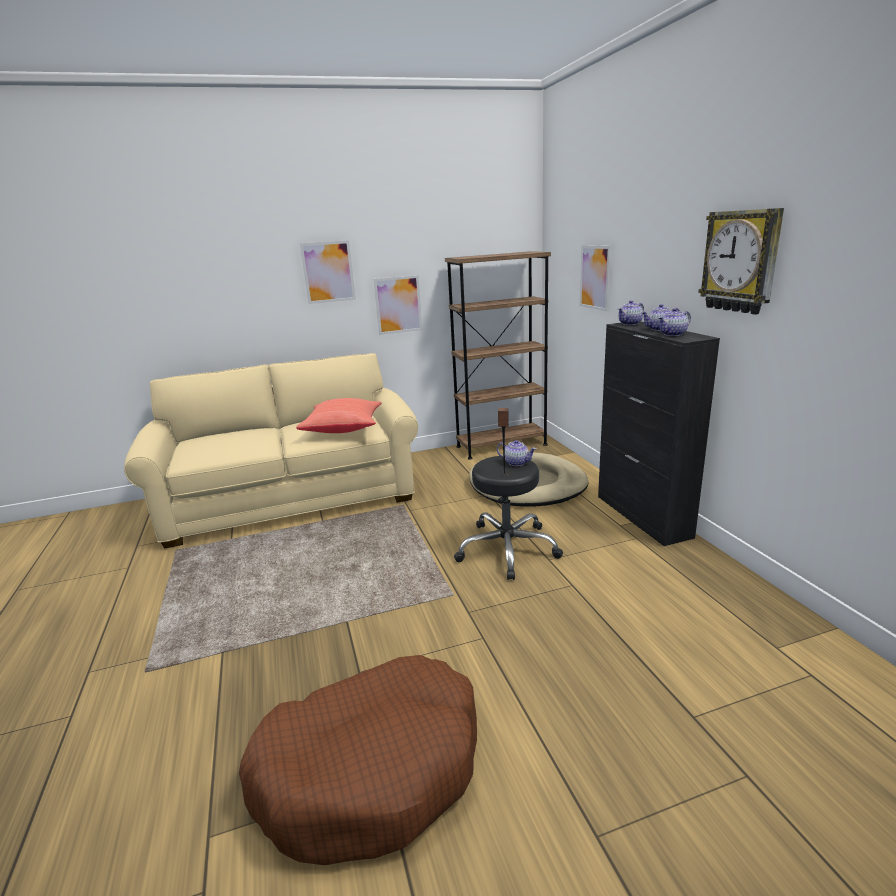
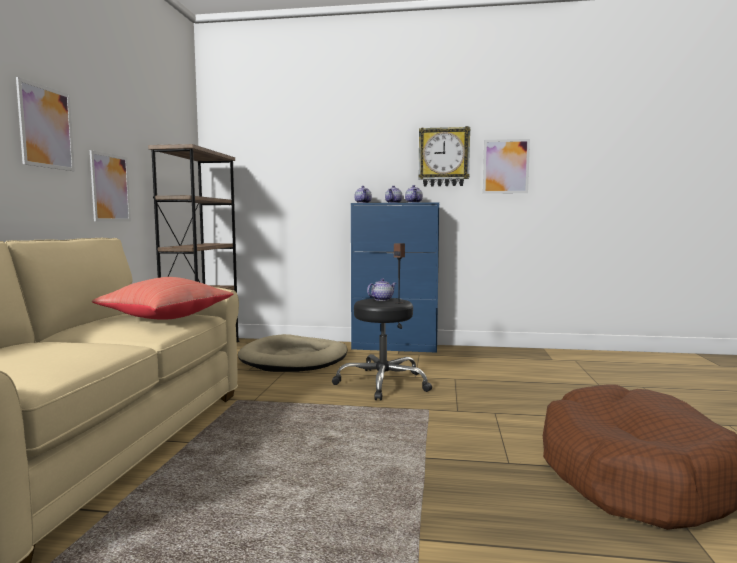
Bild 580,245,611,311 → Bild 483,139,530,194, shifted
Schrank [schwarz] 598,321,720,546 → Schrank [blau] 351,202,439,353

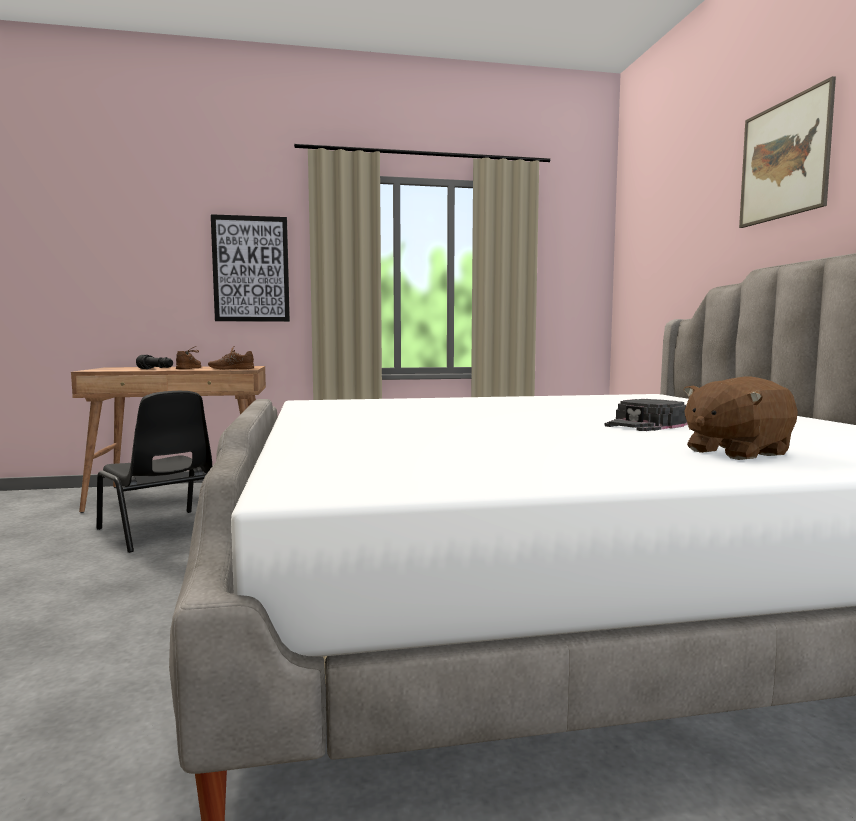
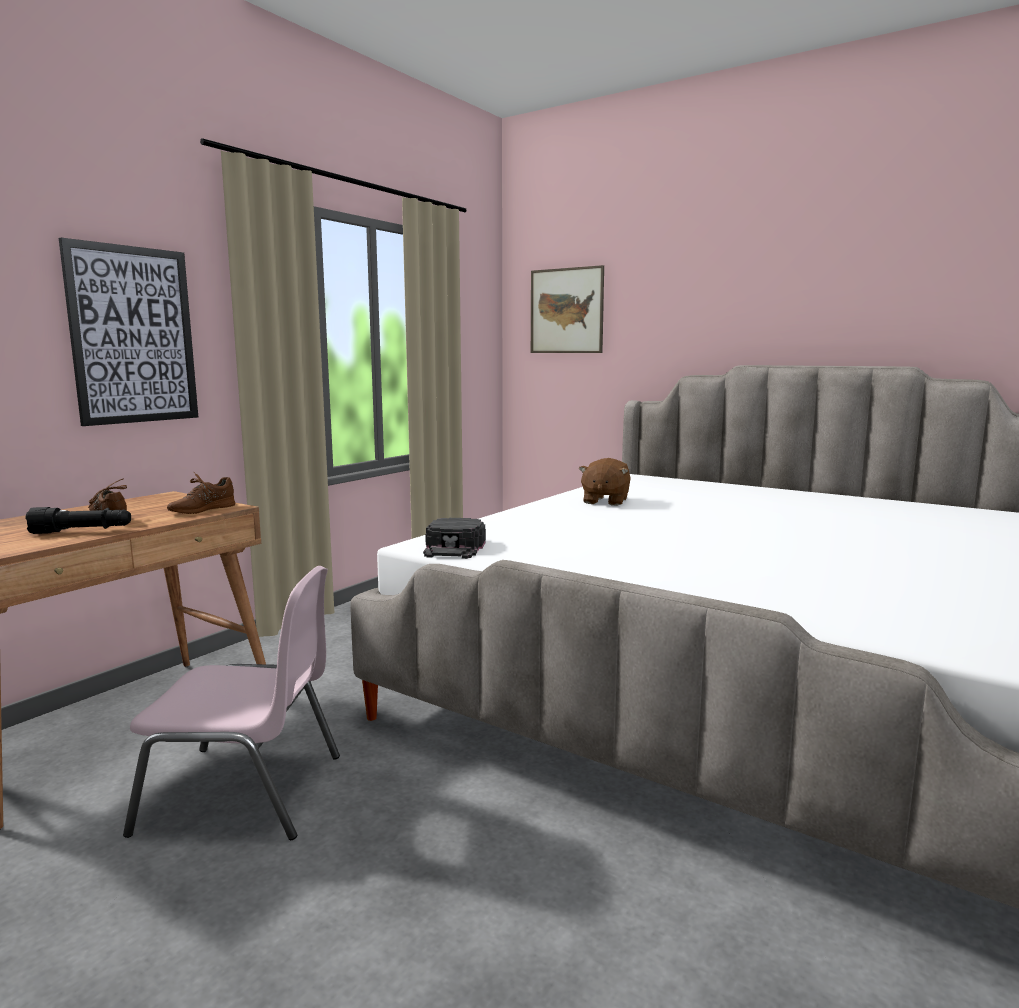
Stuhl [schwarz] 96,391,212,553 → Stuhl [rosa] 123,566,340,840
Kappe [schwarz] 605,399,688,431 → Kappe [schwarz] 423,518,486,559, shifted
Plüschtier [braun] 684,376,798,460 → Plüschtier [braun] 579,458,631,506, shifted
Bild 739,76,836,228 → Bild 531,265,604,353, shifted

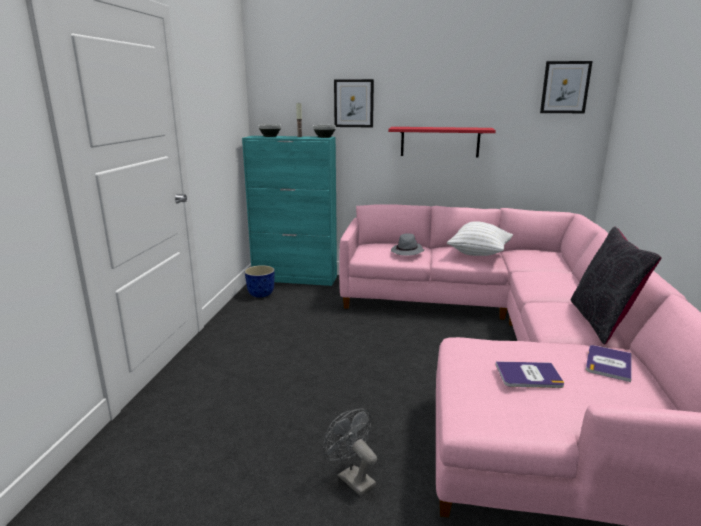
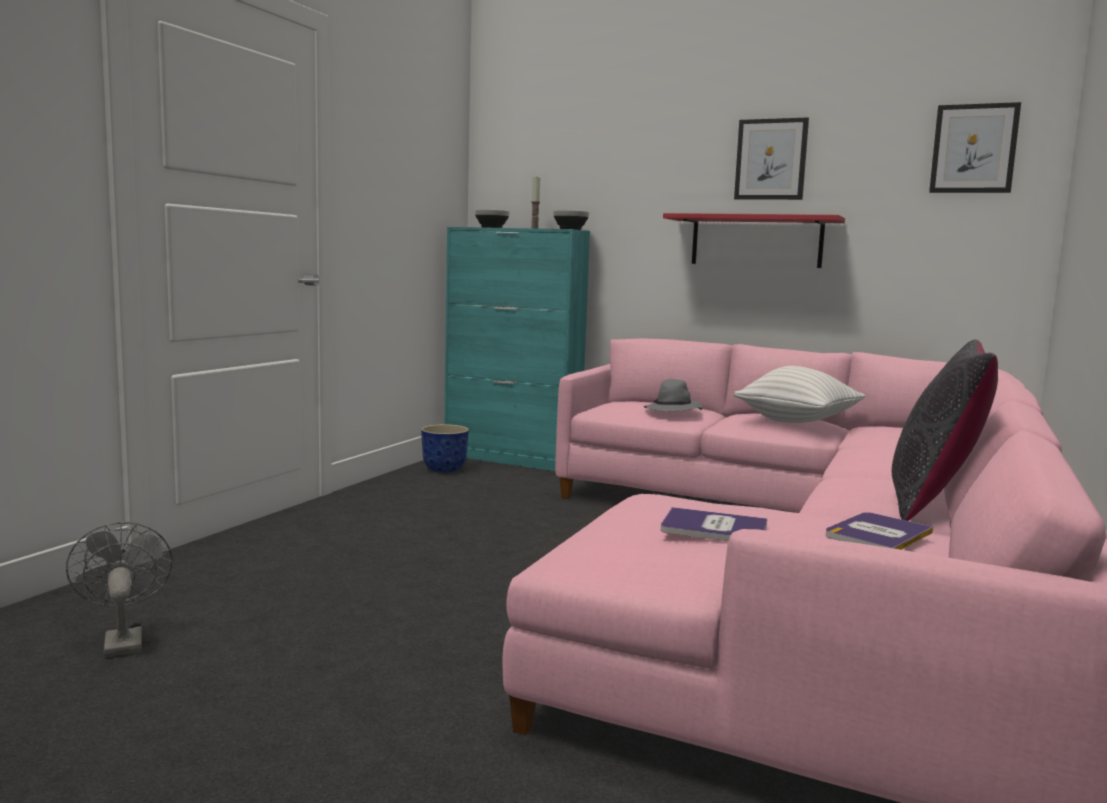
Ventilator [grau] 323,408,377,496 → Ventilator [grau] 66,522,173,657, shifted
Bild 334,79,374,127 → Bild 734,117,809,200, shifted

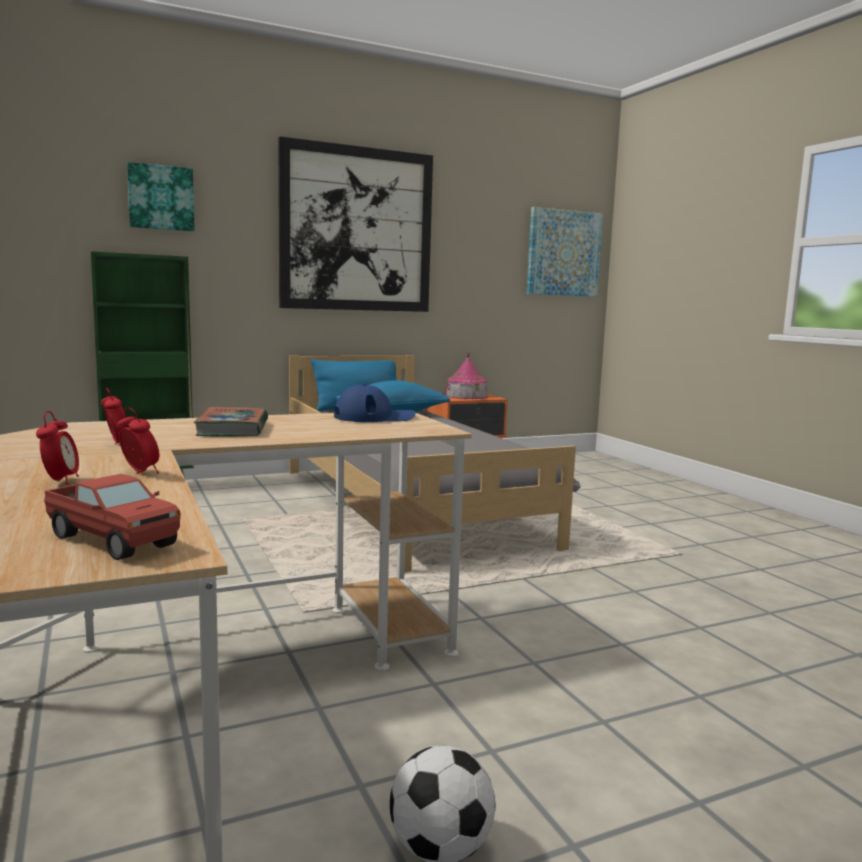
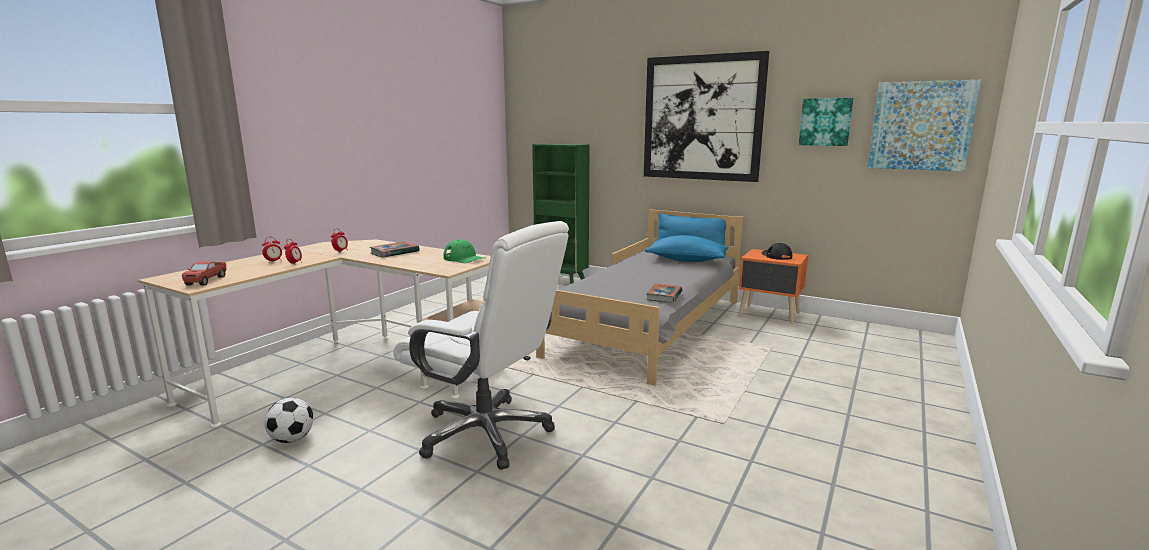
Bild 127,162,194,231 → Bild 799,98,854,146, shifted
Kappe [blau] 334,384,416,422 → Kappe [grün] 443,239,485,263
Spielzeughaus 442,353,488,399 → Kappe [schwarz] 761,243,792,260
- → Bürostuhl [weiß] 393,221,569,470
- → Buch 646,283,682,303

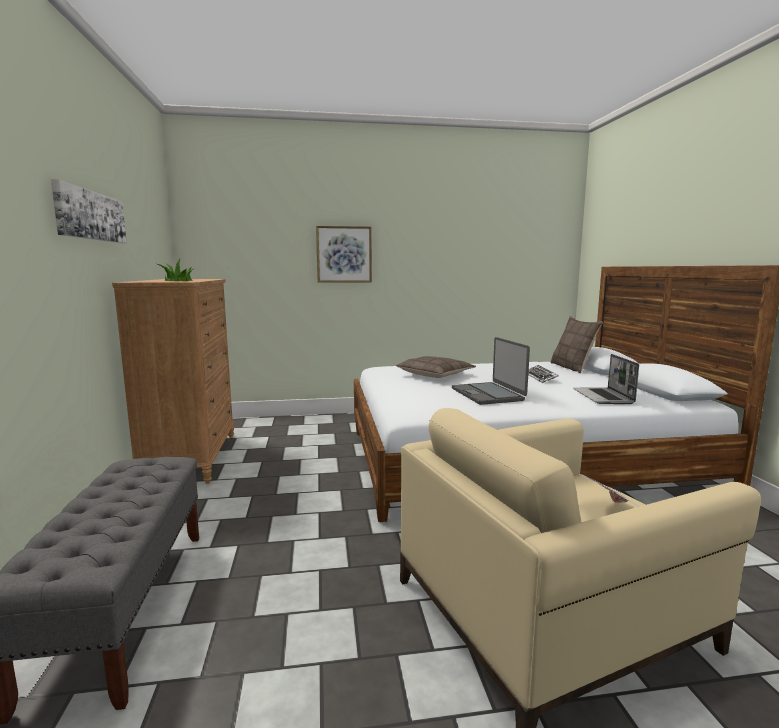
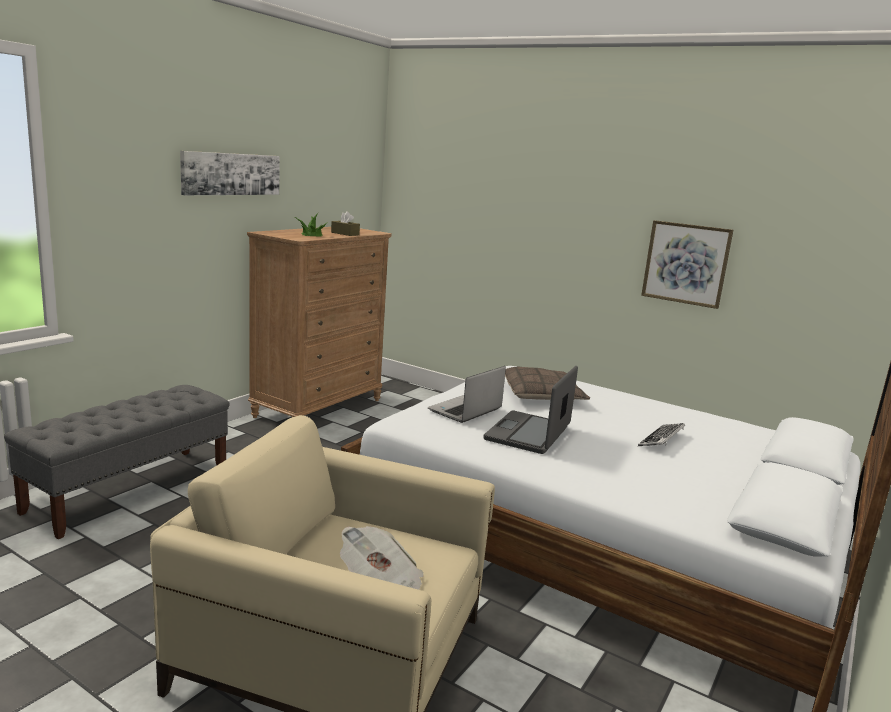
Bild 316,226,372,283 → Bild 641,220,733,309, shifted
Kissen 551,316,603,374 → -
Laptop 573,354,639,404 → Laptop 428,366,506,423, shifted
- → Taschentuchbox [braun] 331,211,360,236

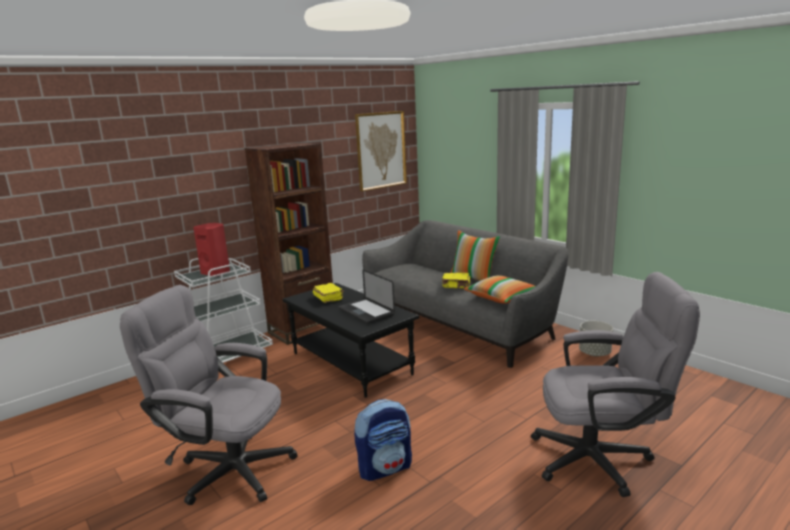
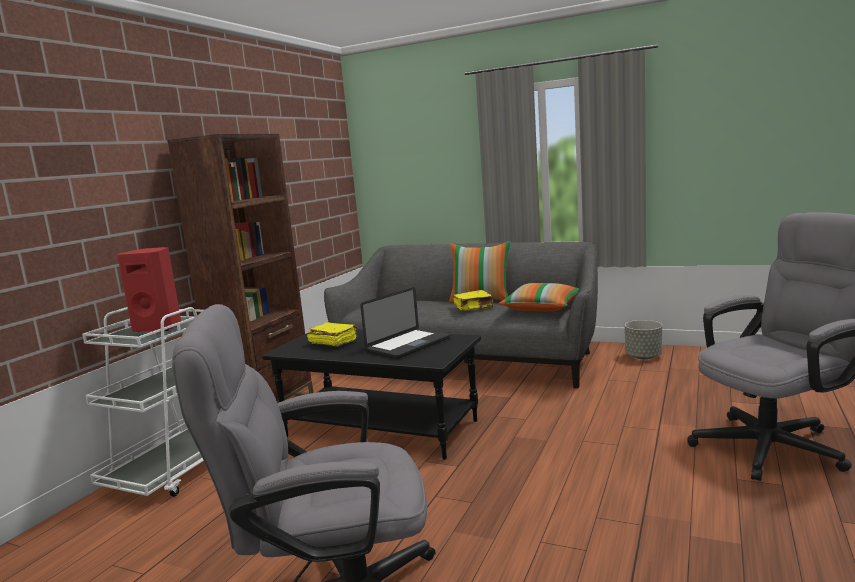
Laptop 339,269,395,324 → Laptop 360,287,450,359, 75 degrees counterclockwise
Rucksack 354,399,412,481 → -
Bild 355,111,407,191 → -

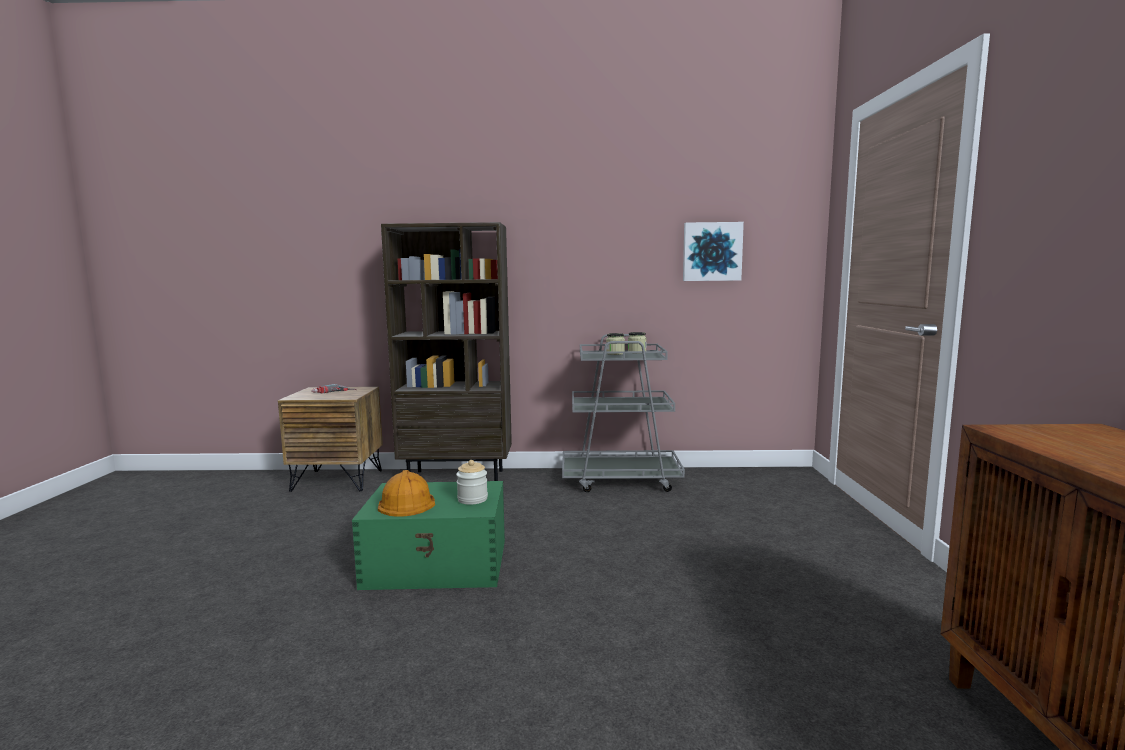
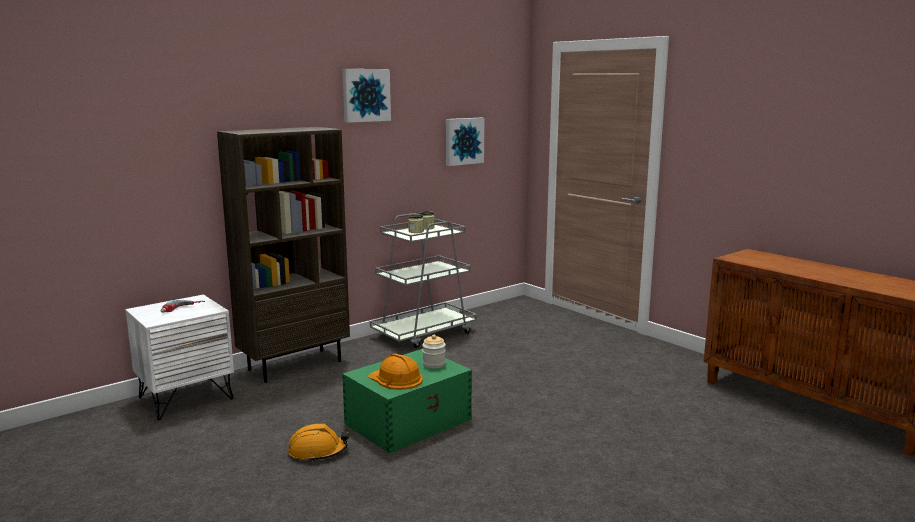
Nachttisch [braun] 278,387,383,492 → Nachttisch [weiß] 125,295,234,420
- → Schutzhelm [orange] 288,424,349,462
- → Bild 342,69,391,123

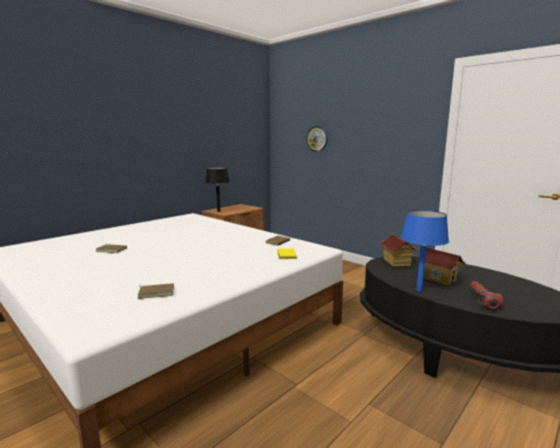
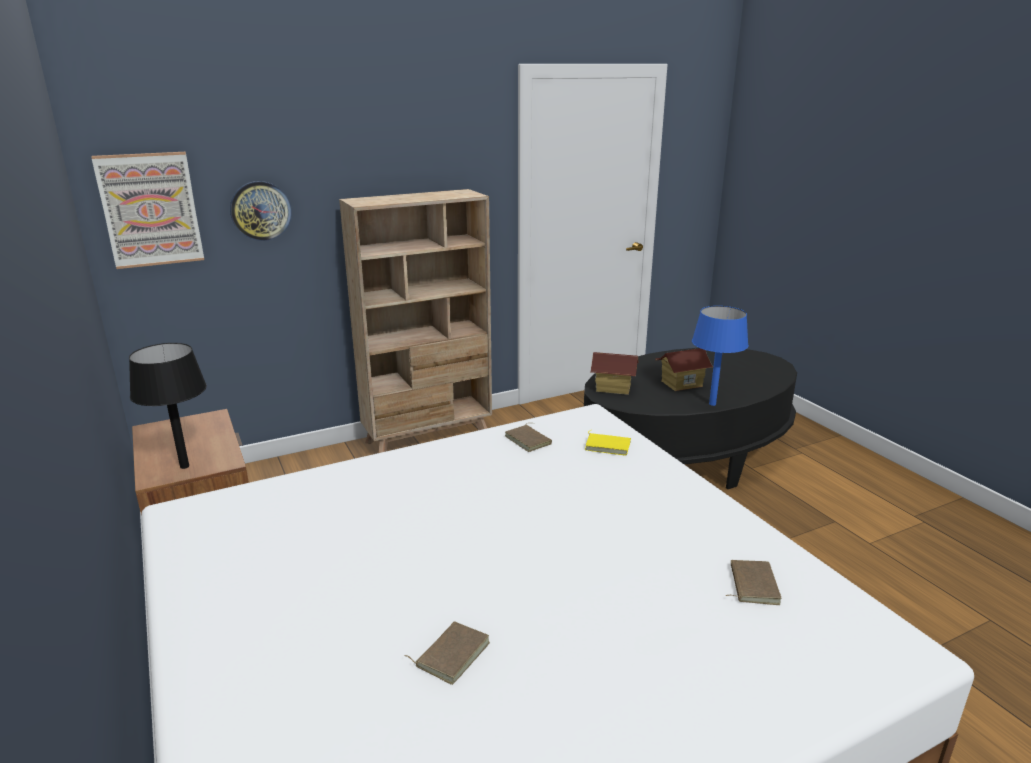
Taschenlampe 469,281,503,309 → -
- → Bild 91,152,204,269
- → Bücherregal [beige] 339,189,492,453

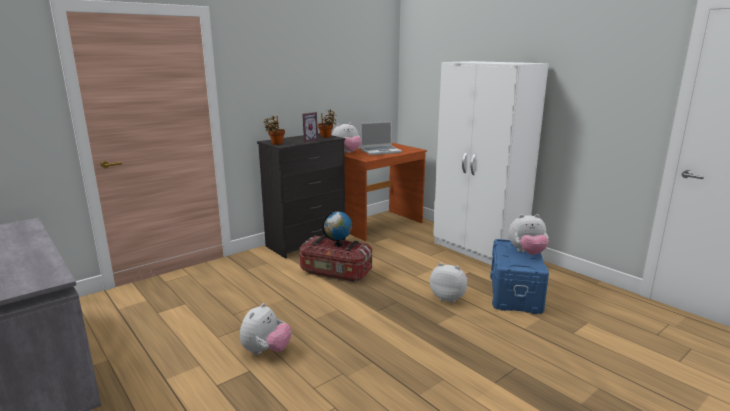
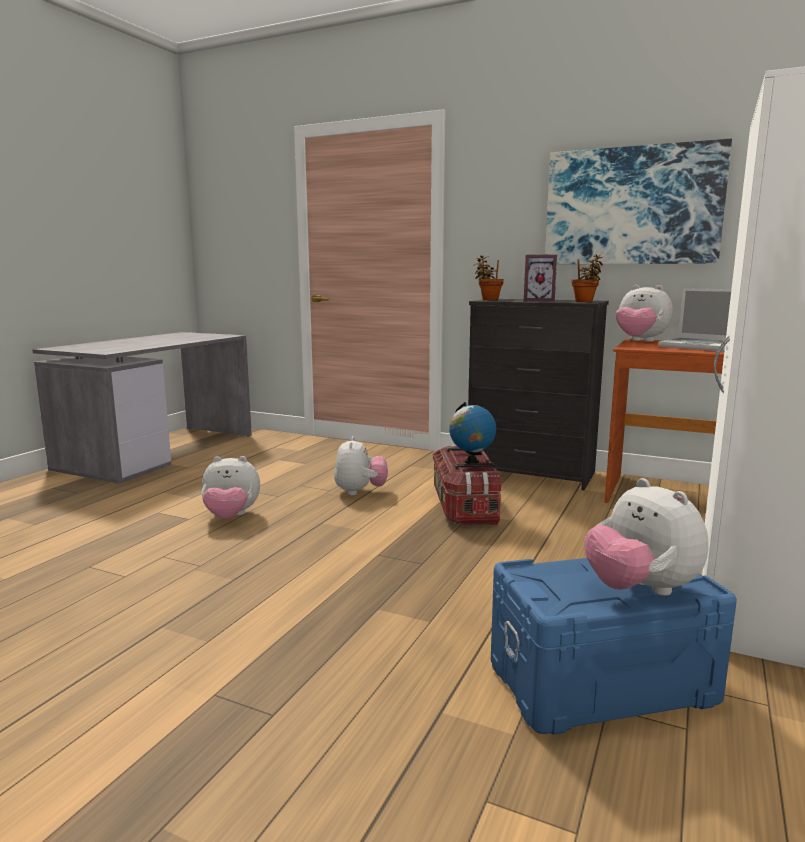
Plüschtier 430,263,468,303 → Plüschtier 334,436,388,495, shifted
- → Bild 545,139,732,264

